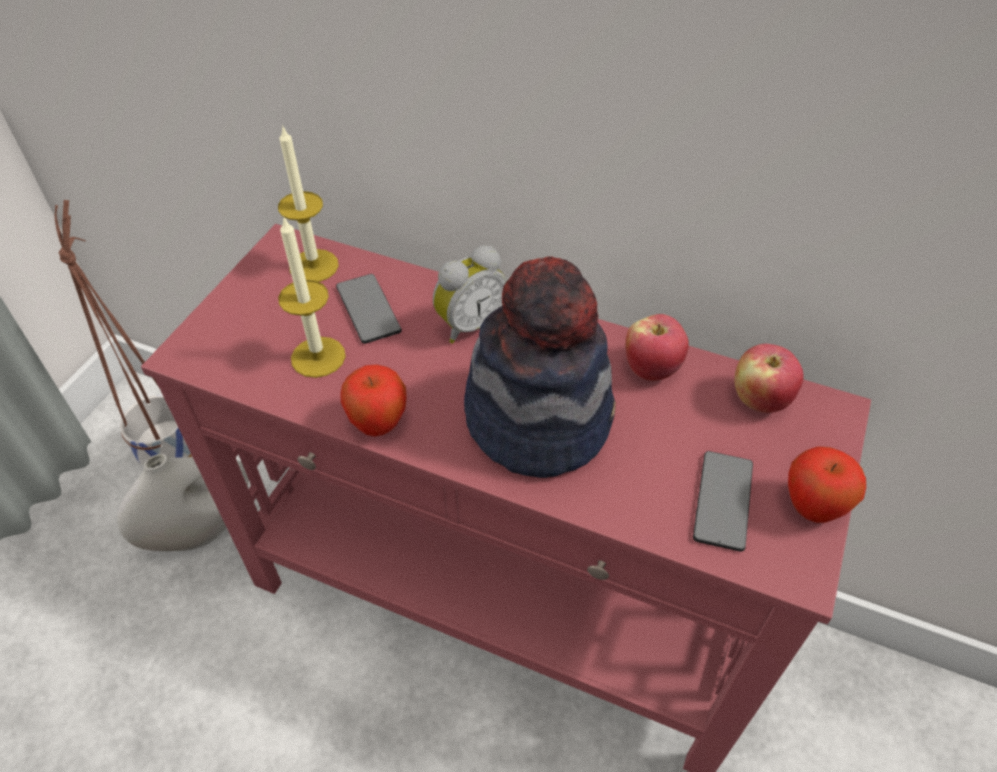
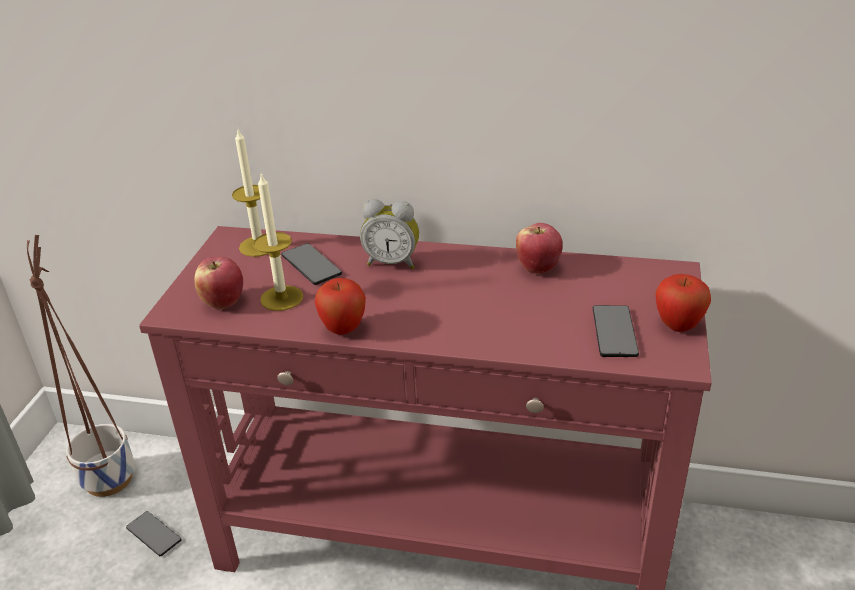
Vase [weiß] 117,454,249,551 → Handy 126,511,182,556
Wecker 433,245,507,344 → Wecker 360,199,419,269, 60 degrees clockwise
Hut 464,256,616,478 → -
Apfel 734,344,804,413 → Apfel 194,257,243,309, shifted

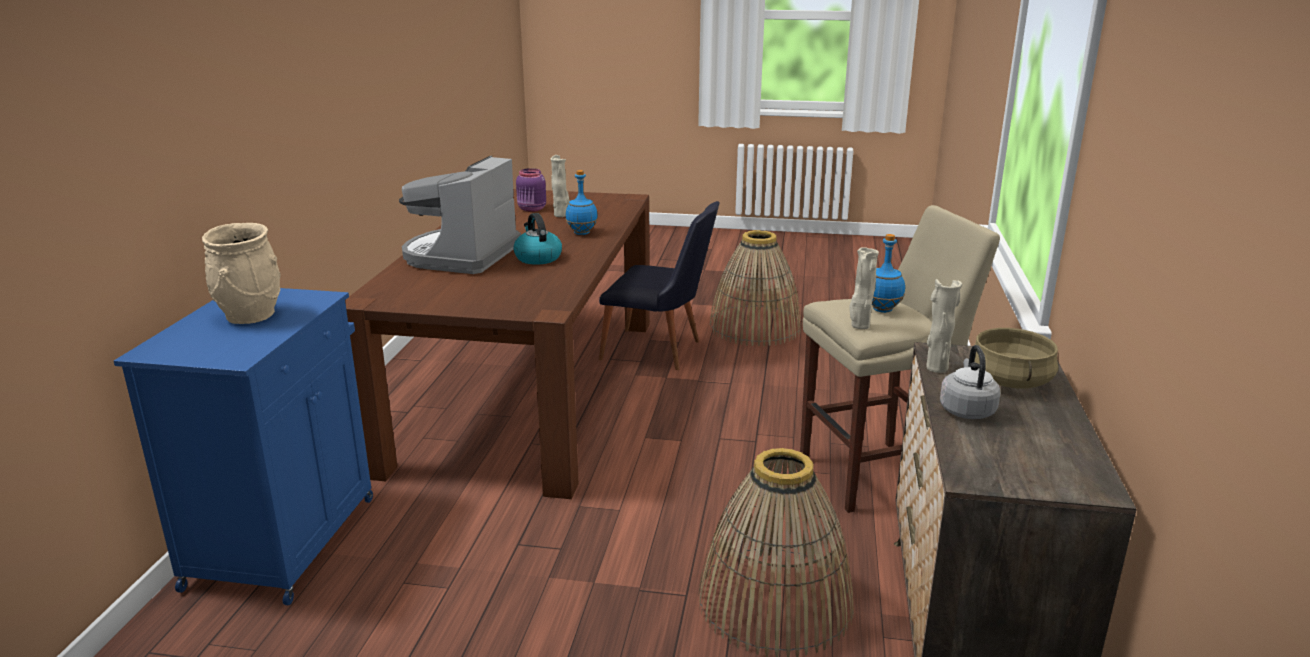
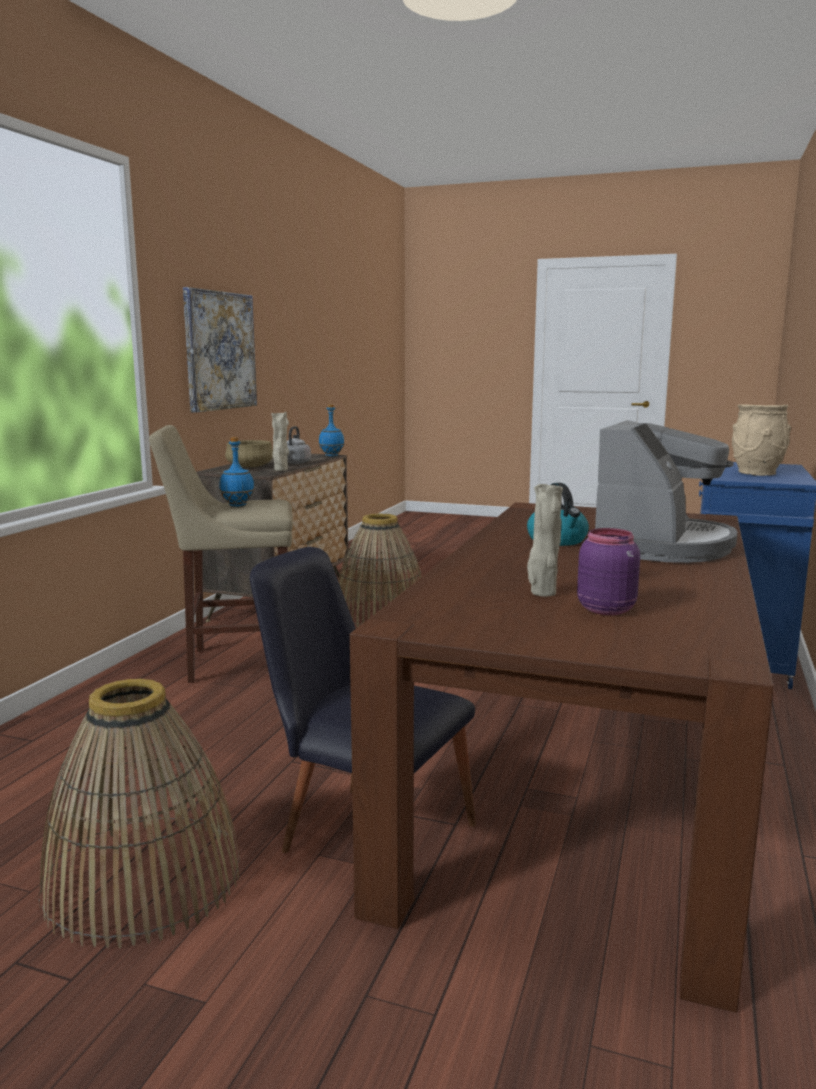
Flasche [blau] 565,170,598,235 → Flasche [blau] 319,404,344,457, shifted
Vase [beige] 850,247,879,329 → -
- → Bild 183,287,257,413

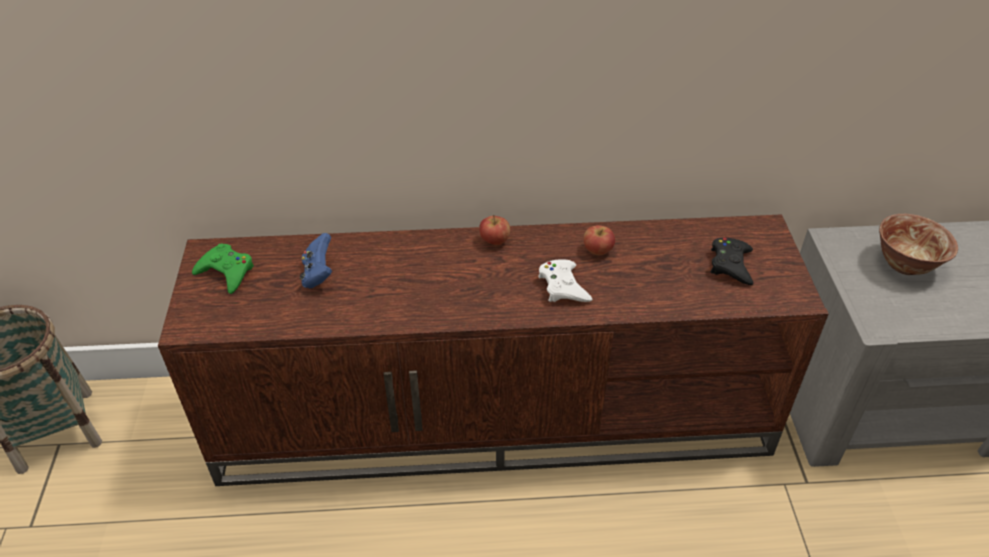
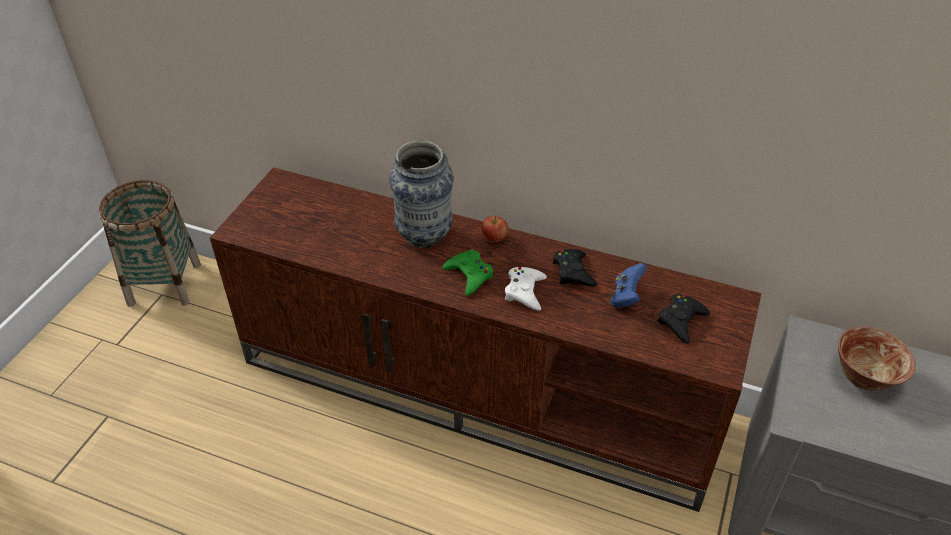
Gamepad [grün] 192,244,254,294 → Gamepad [grün] 442,250,493,296, shifted
Gamepad [blau] 300,233,332,288 → Gamepad [blau] 610,263,647,308, shifted
Apfel 584,225,615,255 → Gamepad [schwarz] 553,249,597,286
- → Vase 389,141,454,248

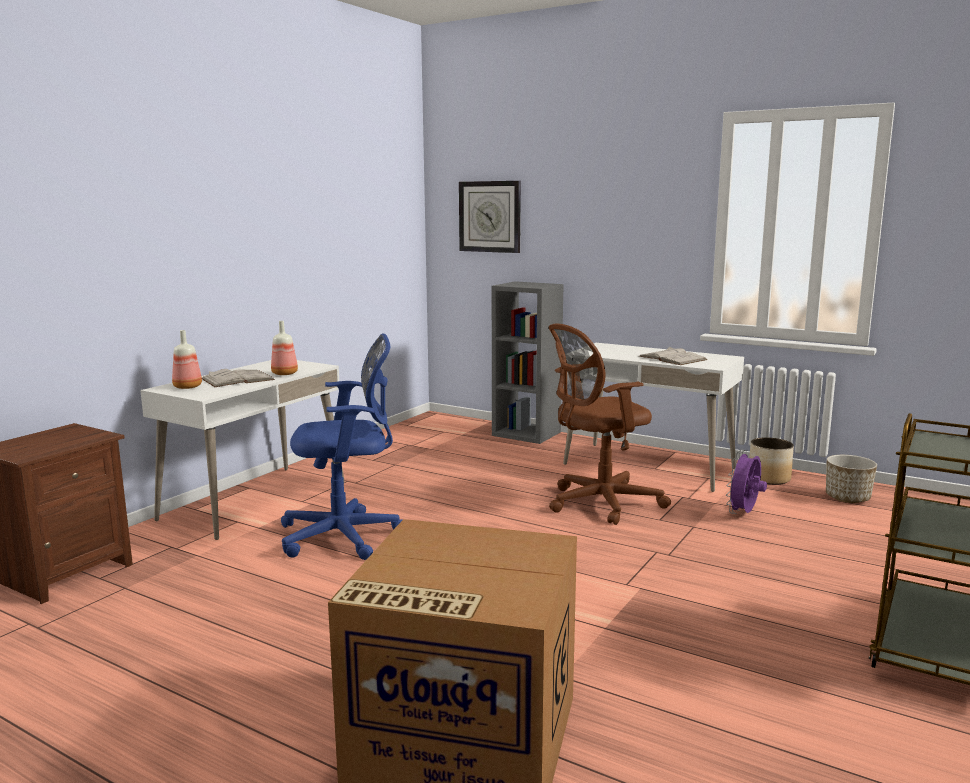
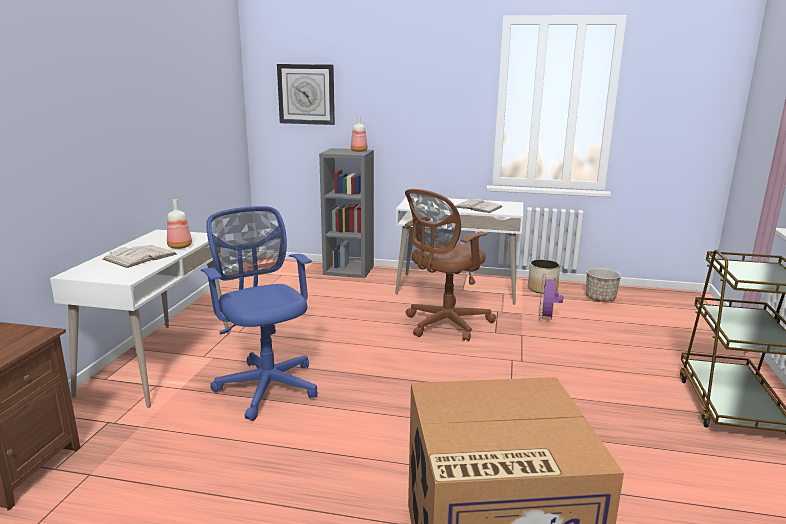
Flasche 172,330,202,389 → Flasche 351,116,368,152, shifted
Bürostuhl [blau] 281,333,402,560 → Bürostuhl [blau] 201,206,318,421, 90 degrees counterclockwise

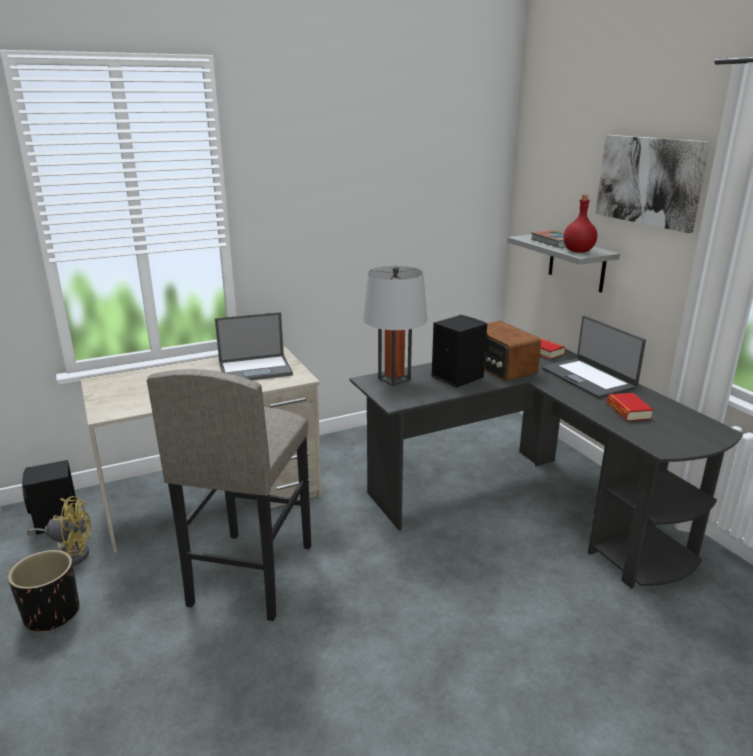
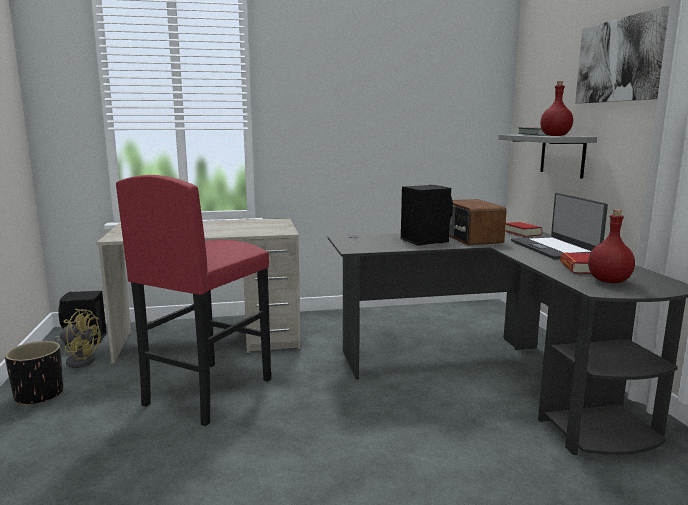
Hocker [grau] 147,369,311,621 → Hocker [rot] 116,175,271,426
Laptop 215,312,293,380 → -
Tischlampe [grau] 363,266,427,386 → -
- → Flasche [rot] 588,209,635,283

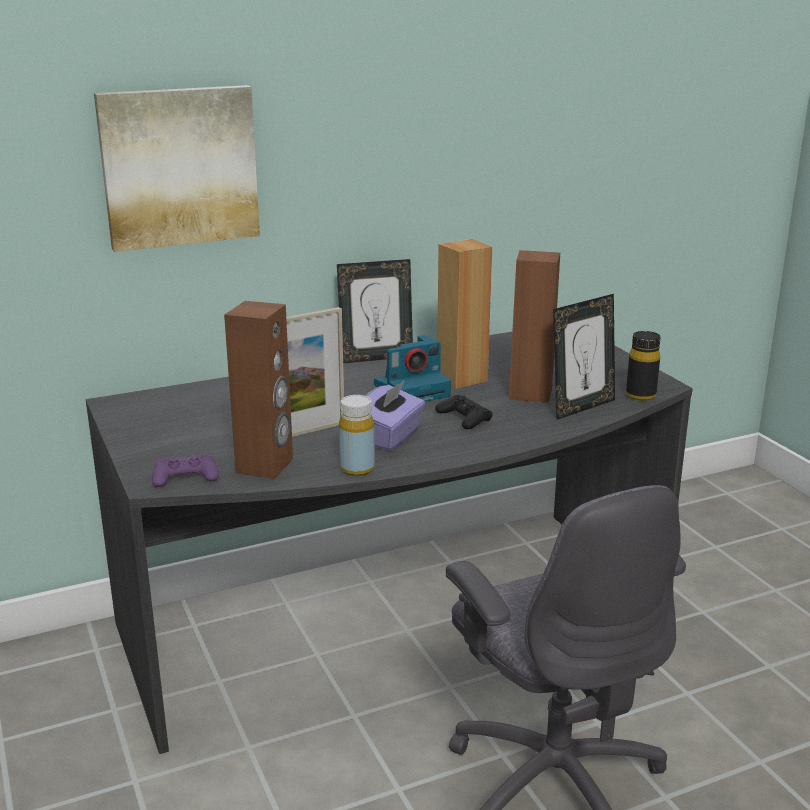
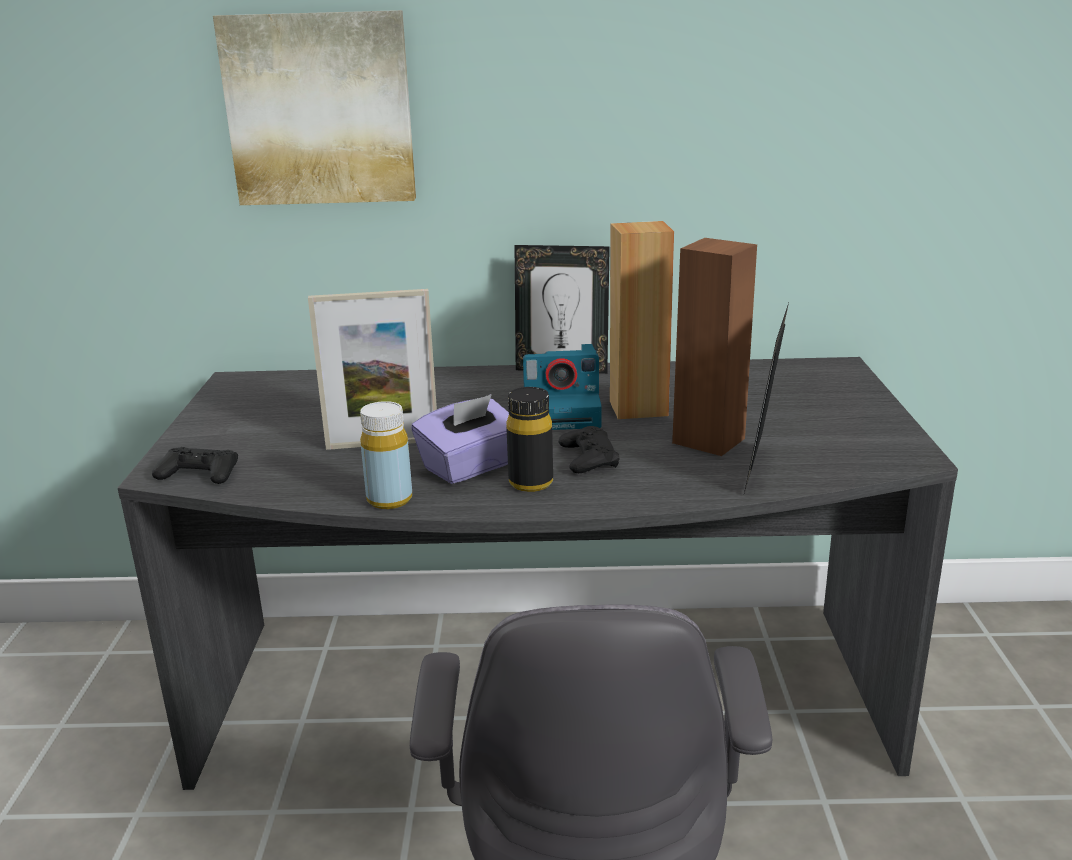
Gamepad [lila] 152,454,219,487 → Gamepad [schwarz] 152,447,238,484
Lautsprecher [braun] 224,301,293,479 → -
Bilderrahmen 553,294,615,420 → Bilderrahmen 744,303,789,493, 120 degrees clockwise
Flasche [schwarz] 626,331,660,401 → Flasche [schwarz] 506,387,553,492, shifted

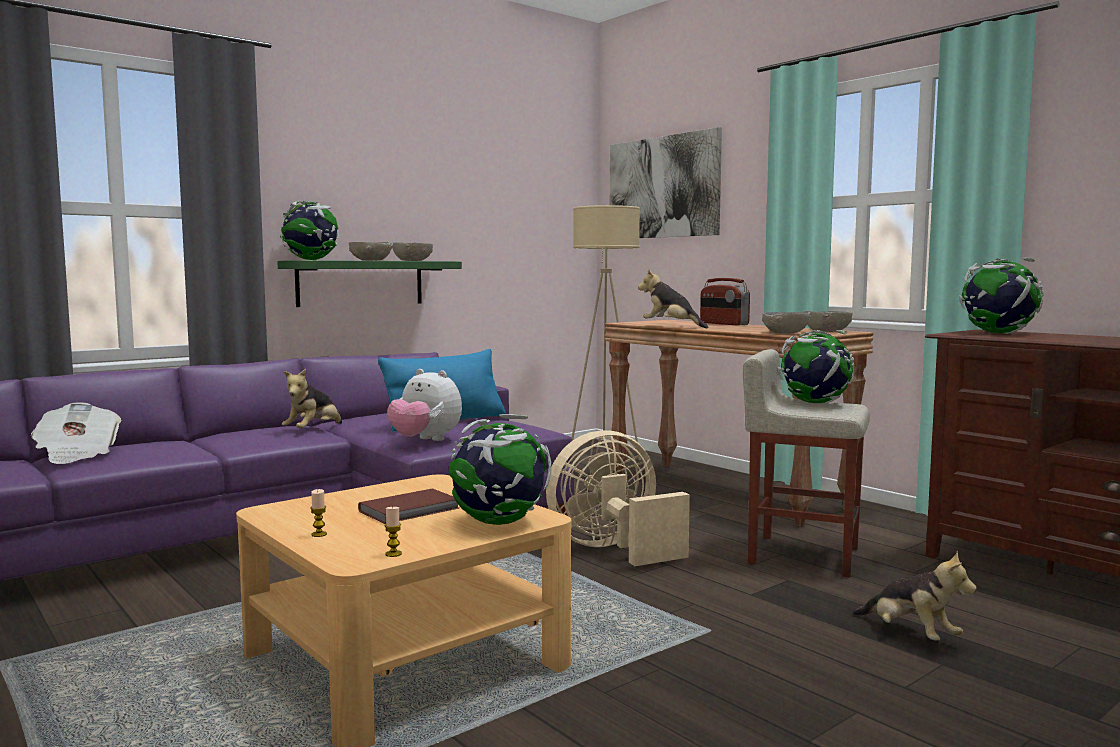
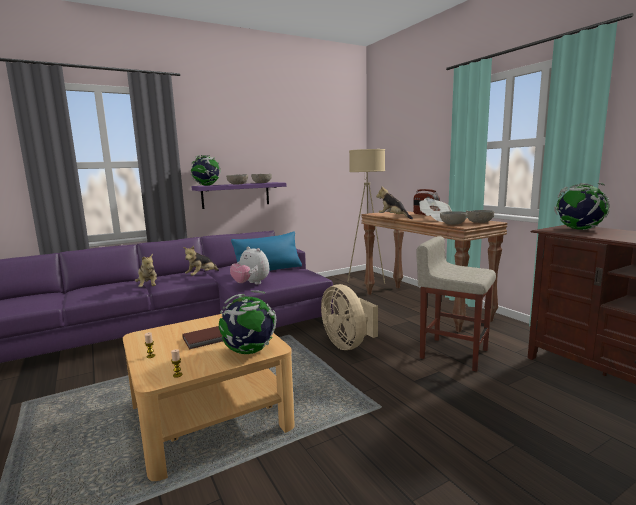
Zeitung 31,402,121,464 → Zeitung 419,198,452,222, shifted
Wandregal [grün] 277,260,462,307 → Wandregal [lila] 191,182,286,209
Ventilator [beige] 546,430,690,566 → Ventilator [beige] 321,284,378,350, 105 degrees counterclockwise
Bild 610,127,722,238 → -
Globus 777,330,855,404 → -
Plüschtier 852,551,977,641 → Plüschtier 135,254,157,287, shifted

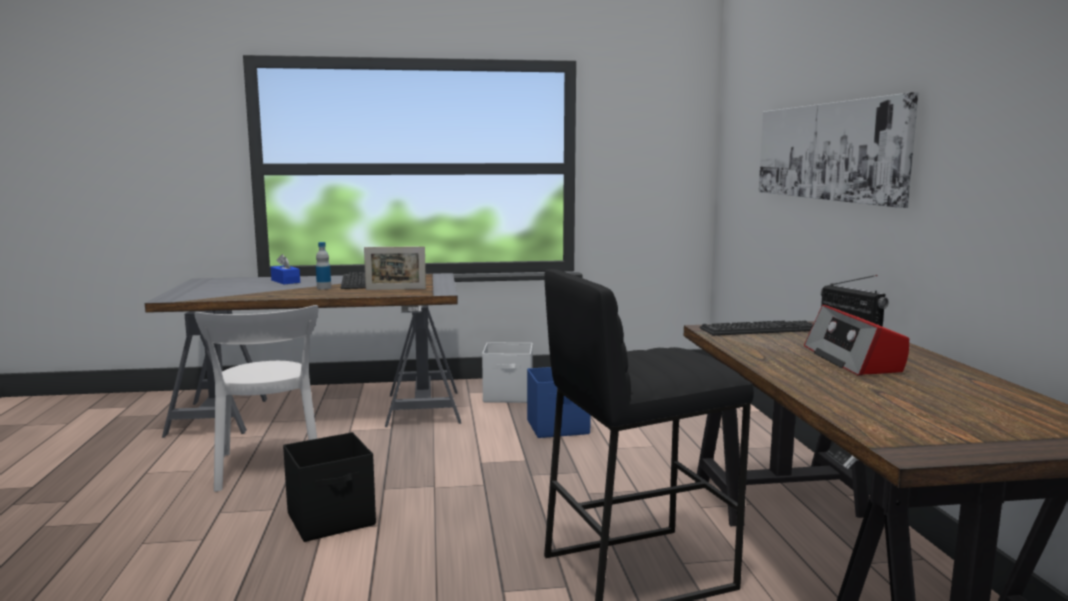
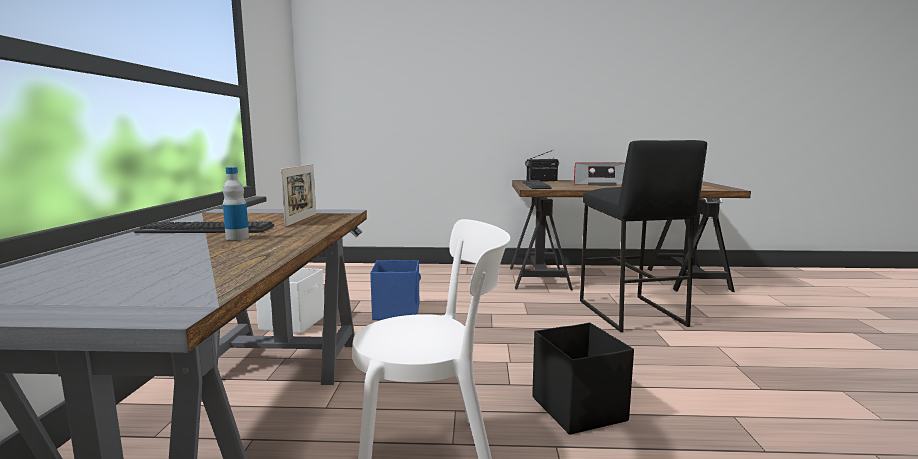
Taschentuchbox [blau] 271,254,300,285 → -
Bild 759,92,918,208 → -

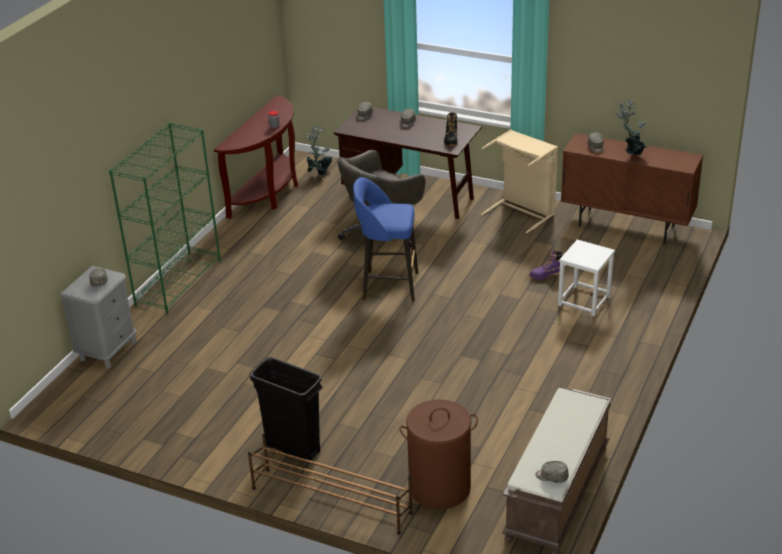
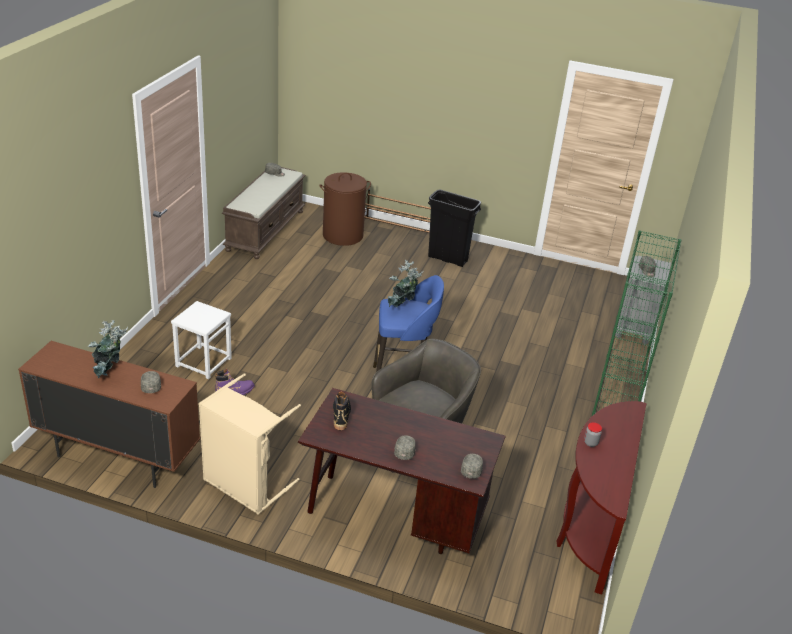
Topfpflanze 305,125,332,176 → Topfpflanze 388,260,424,307, shifted

